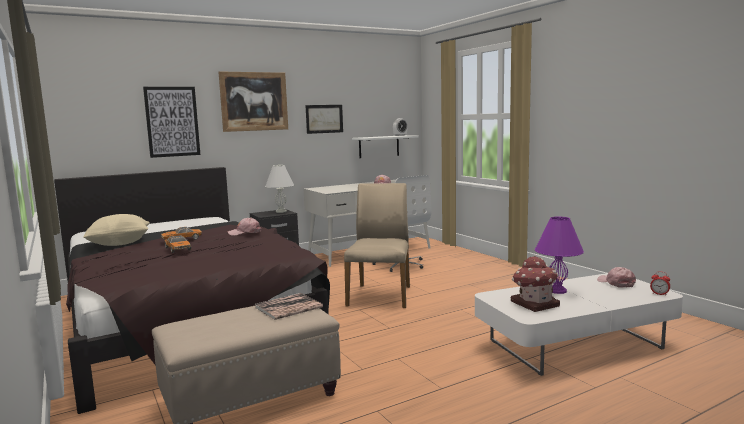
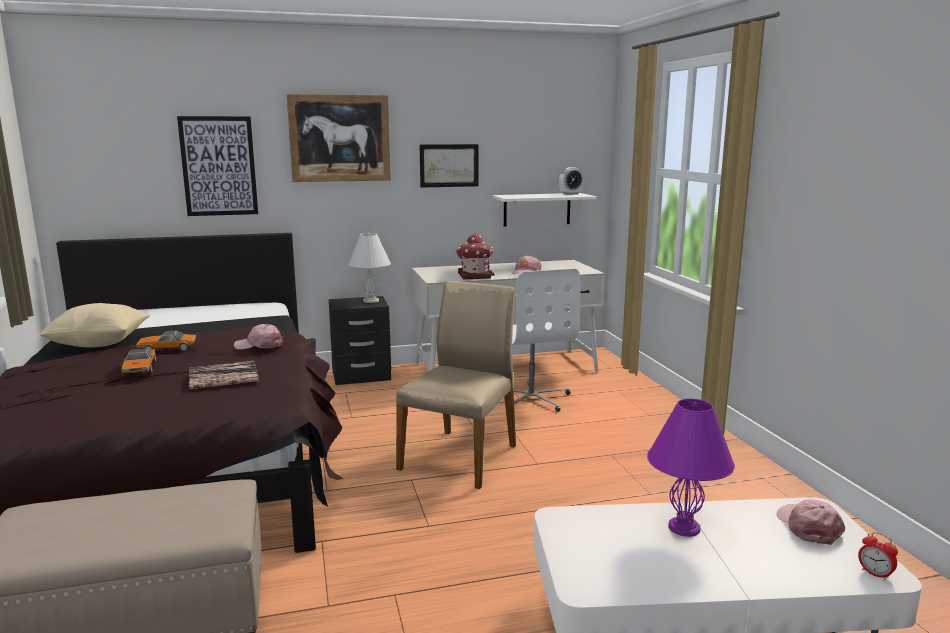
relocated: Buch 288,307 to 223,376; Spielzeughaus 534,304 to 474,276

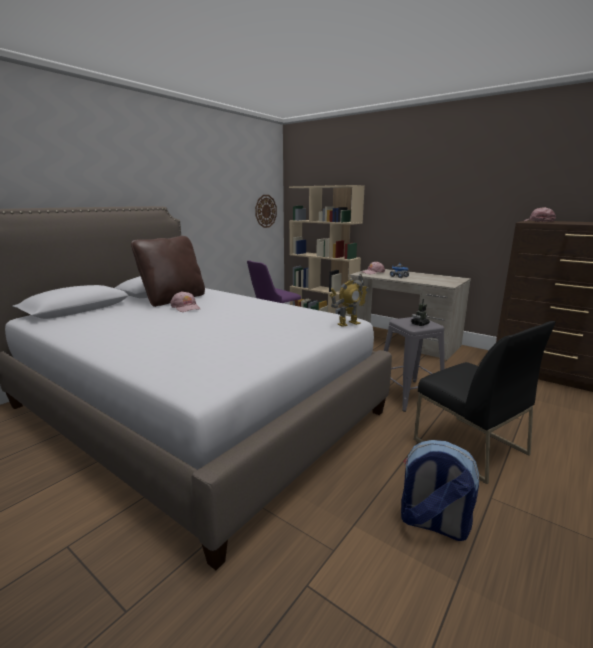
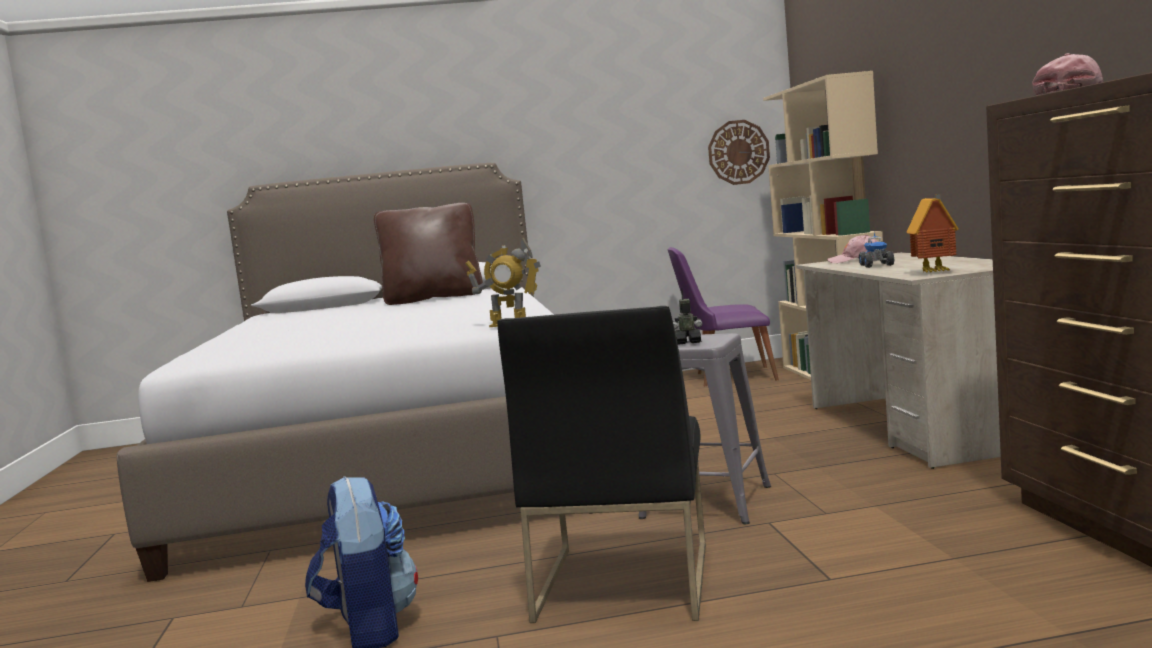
missing: Kappe (rosa) 186,307
appeared: Spielzeughaus 936,272

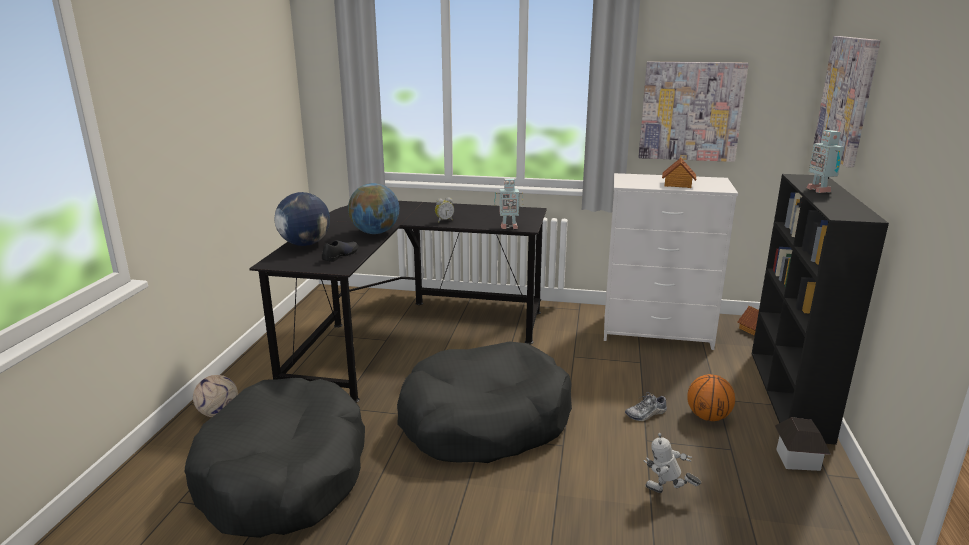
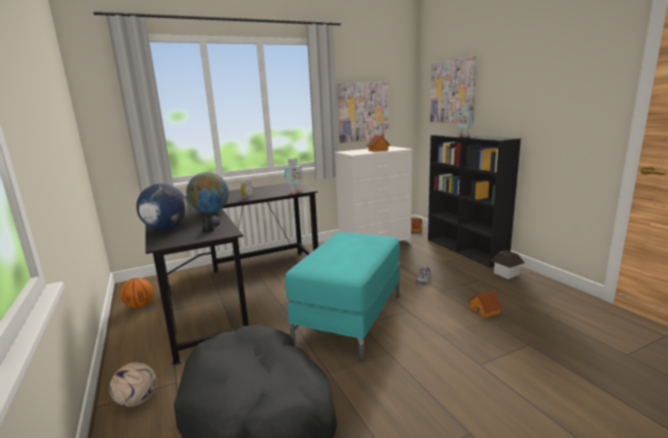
relocated: Basketball 708,417 to 139,306
exchanged: Hundebett (schwarz) 484,421 to Polsterhocker (türkis) 350,317; Spielzeugroboter 666,495 to Spielzeughaus 484,311

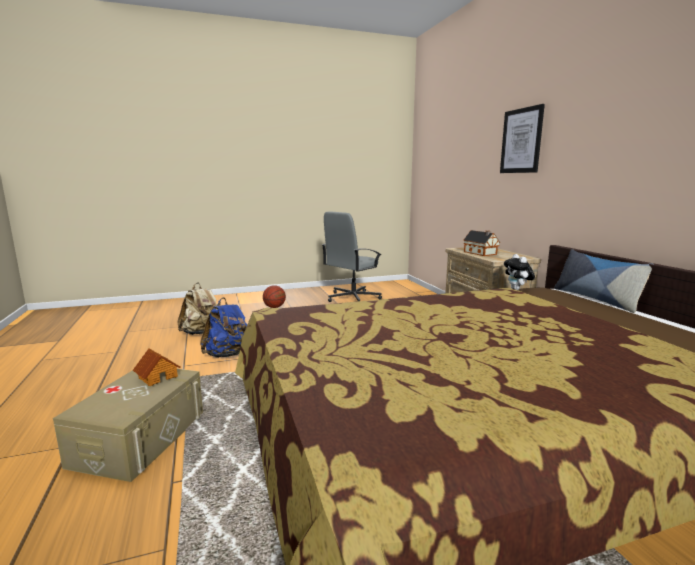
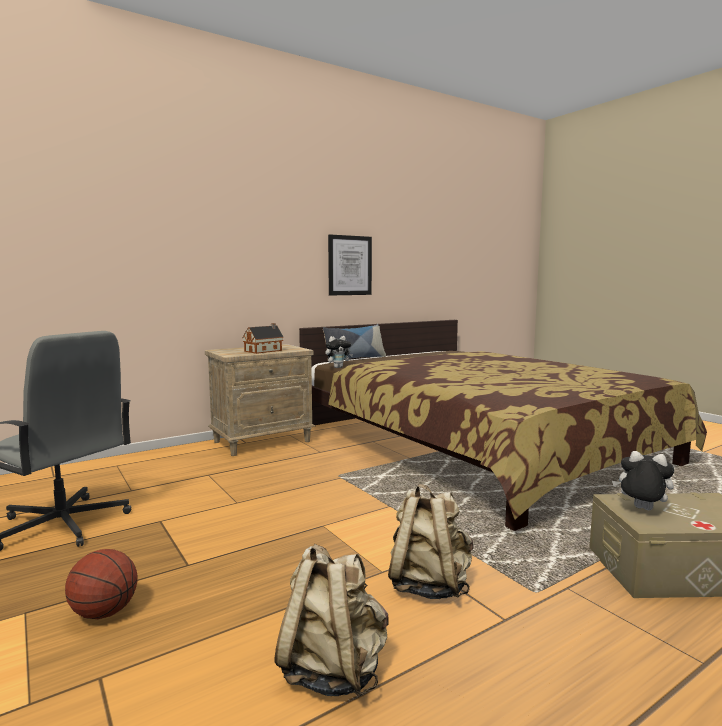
relocated: Bild 521,141 to 349,265
exchanged: Spielzeughaus 158,377 to Plüschtier 641,509
colour: Rucksack (blau) 228,355 to Rucksack (beige) 429,585

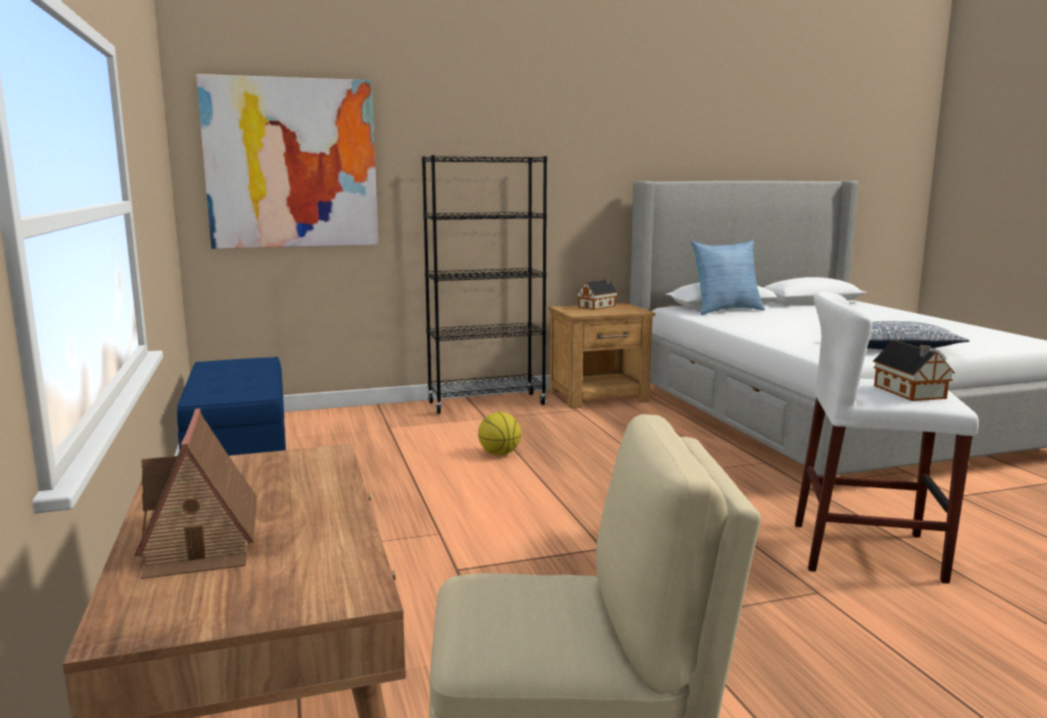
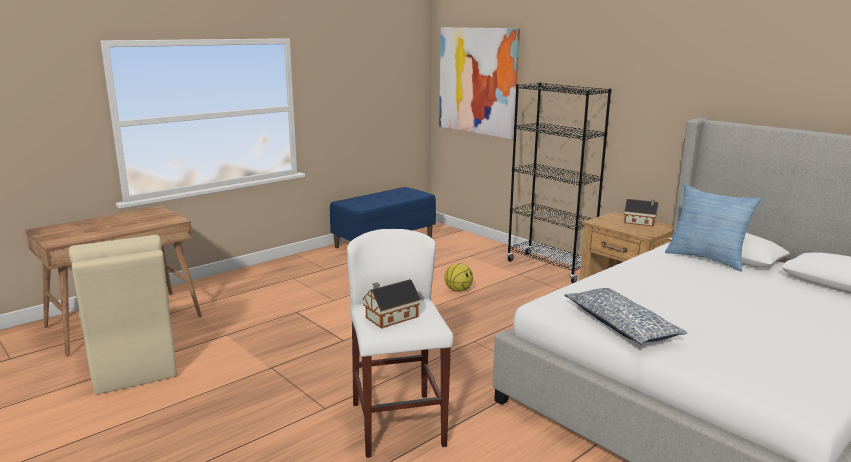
missing: Spielzeughaus 201,540

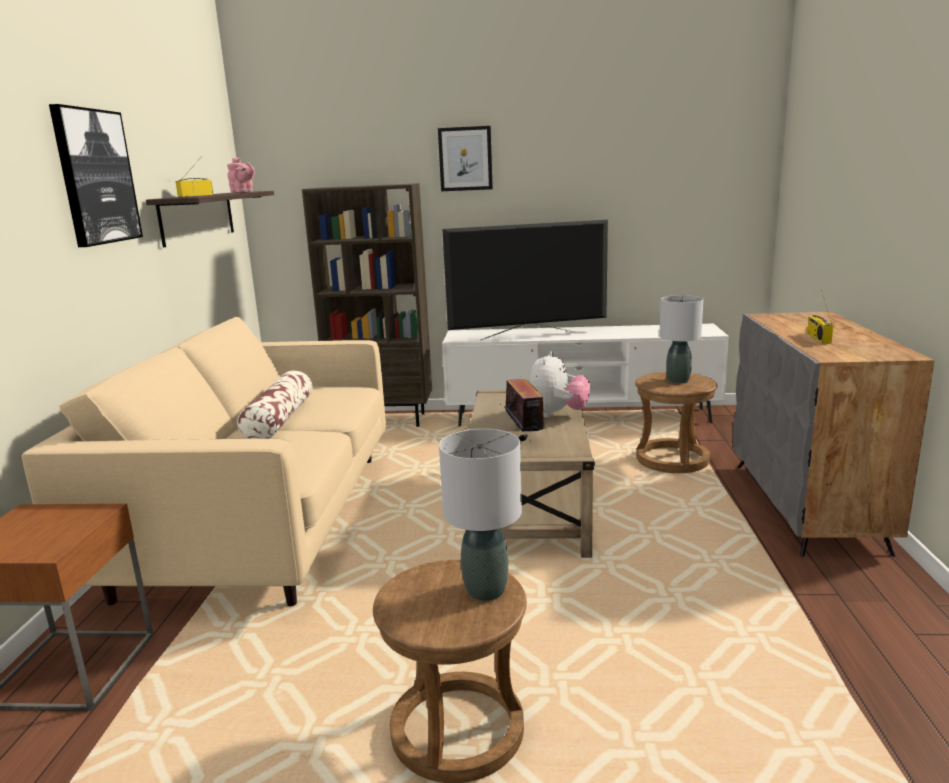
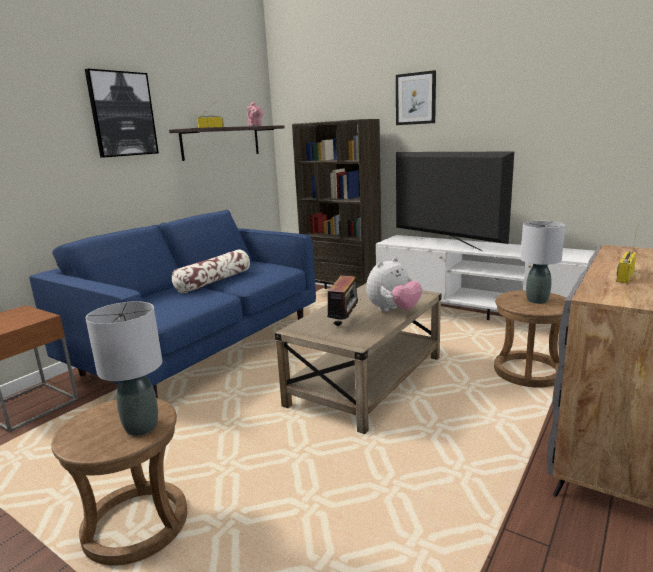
colour: Sofa (beige) 263,522 to Sofa (blau) 201,348
spun: Fernseher 528,336 = 445,245 150 degrees counterclockwise

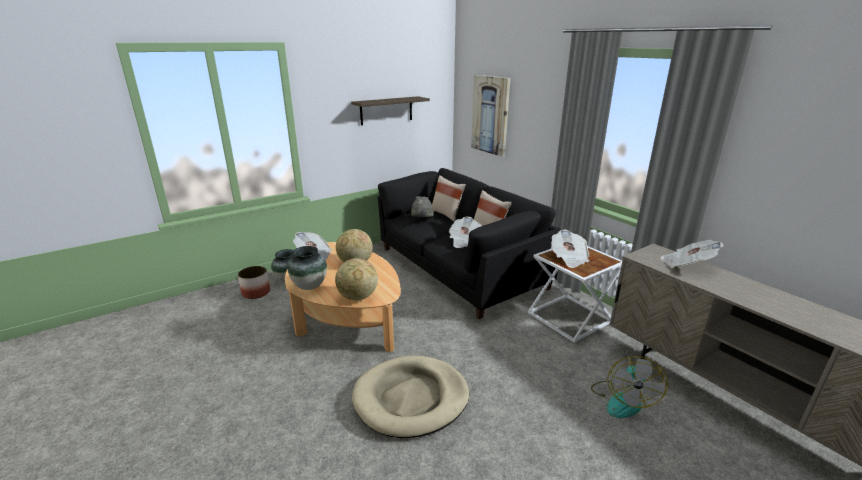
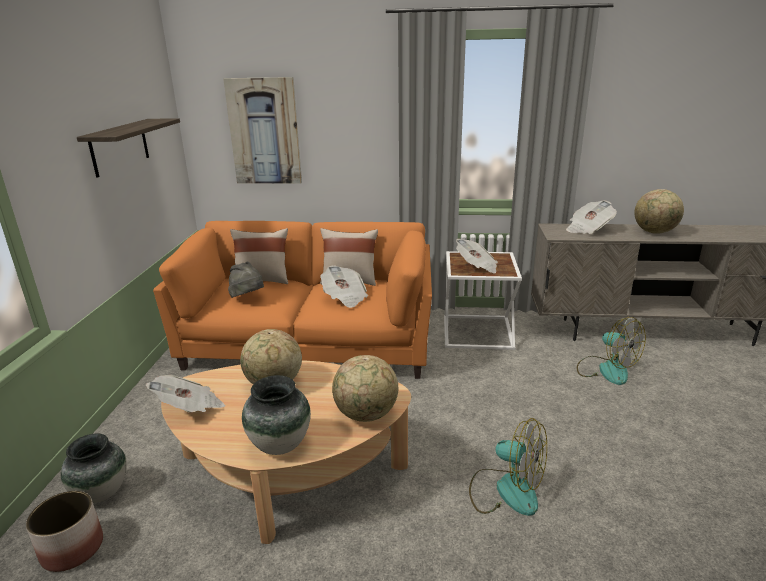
appeared: Globus 654,232
exchanged: Hundebett (beige) 411,398 to Ventilator 506,490
colour: Sofa (schwarz) 459,268 to Sofa (orange) 311,342

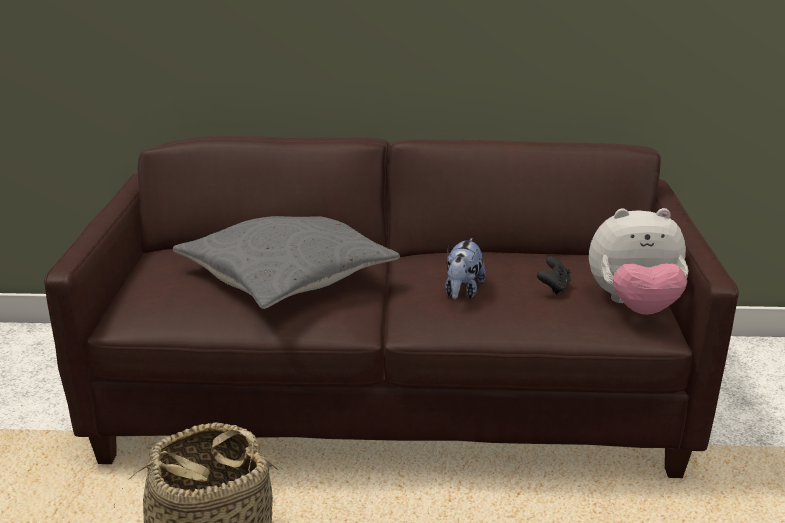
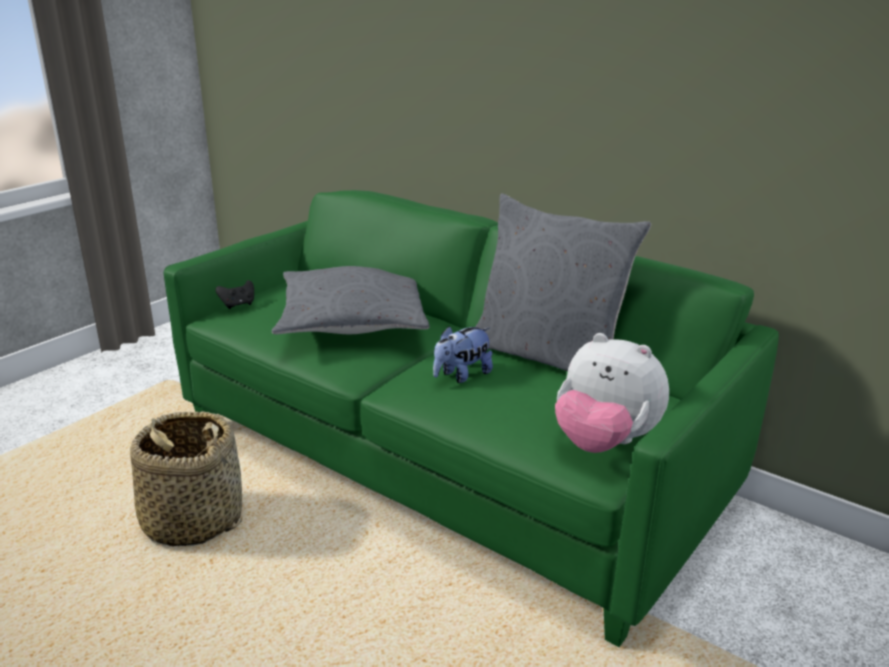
appeared: Kissen (grau) 548,356
relocated: Gamepad (schwarz) 553,287 to 238,305
colour: Sofa (braun) 393,398 to Sofa (grün) 445,464

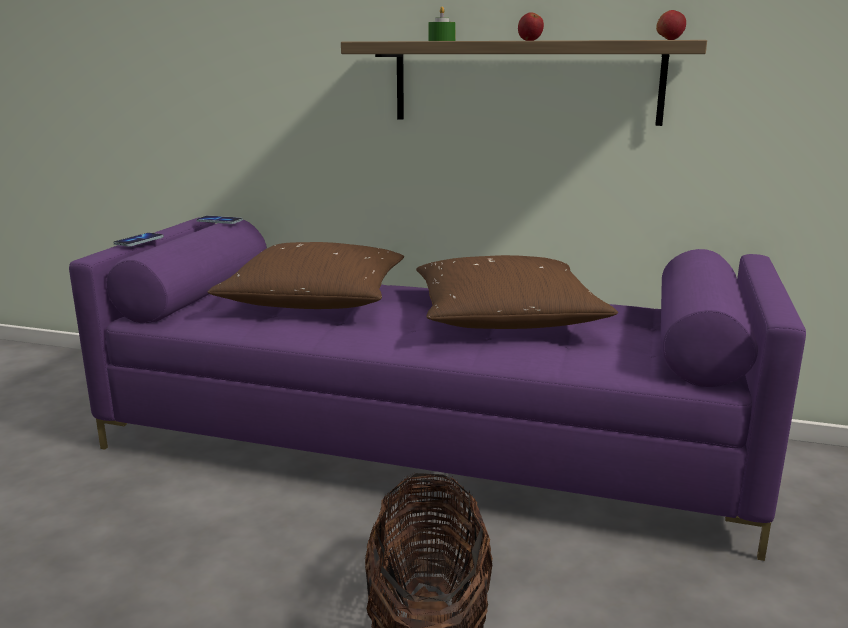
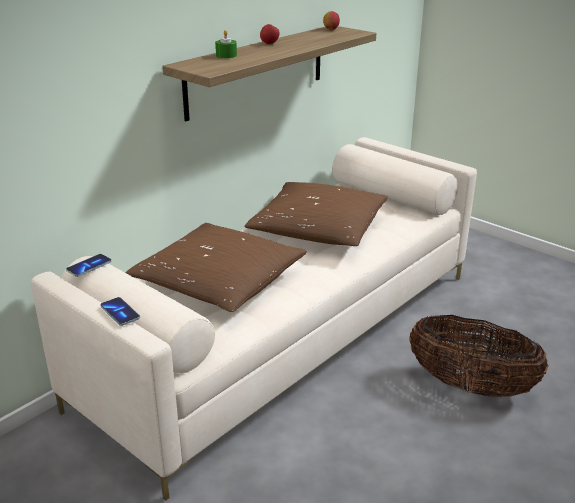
colour: Sofa (lila) 427,444 to Sofa (beige) 287,335

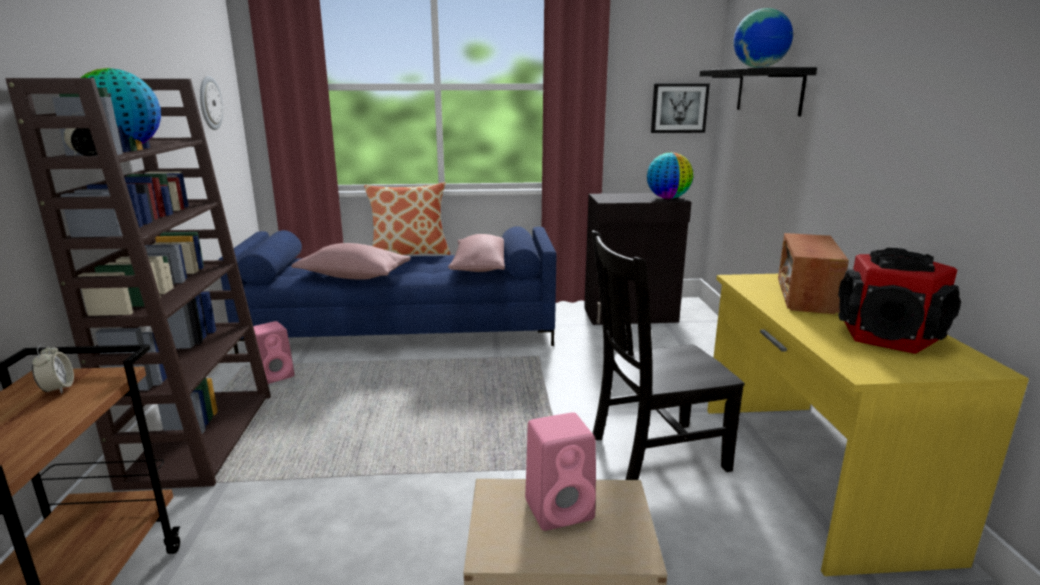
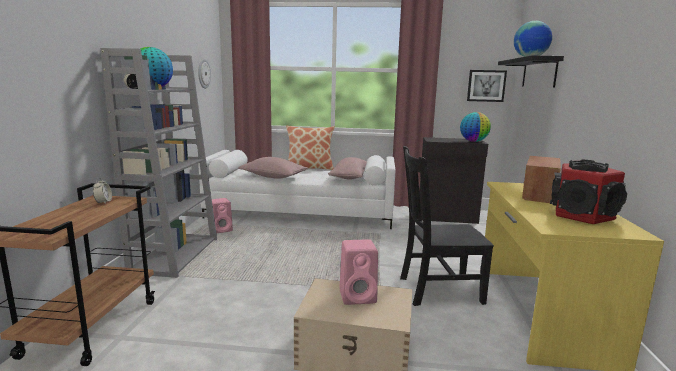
colour: Bücherregal (braun) 201,436 to Bücherregal (grau) 175,254; Sofa (blau) 404,330 to Sofa (weiß) 301,213

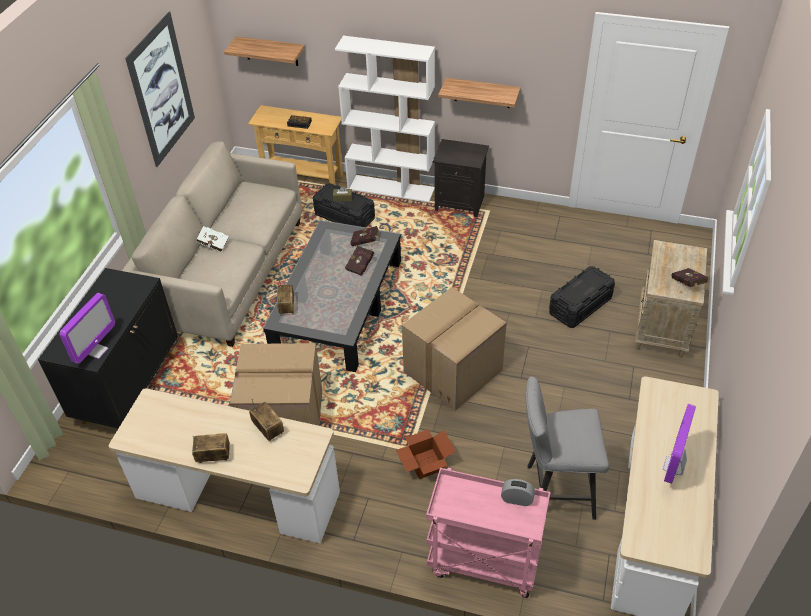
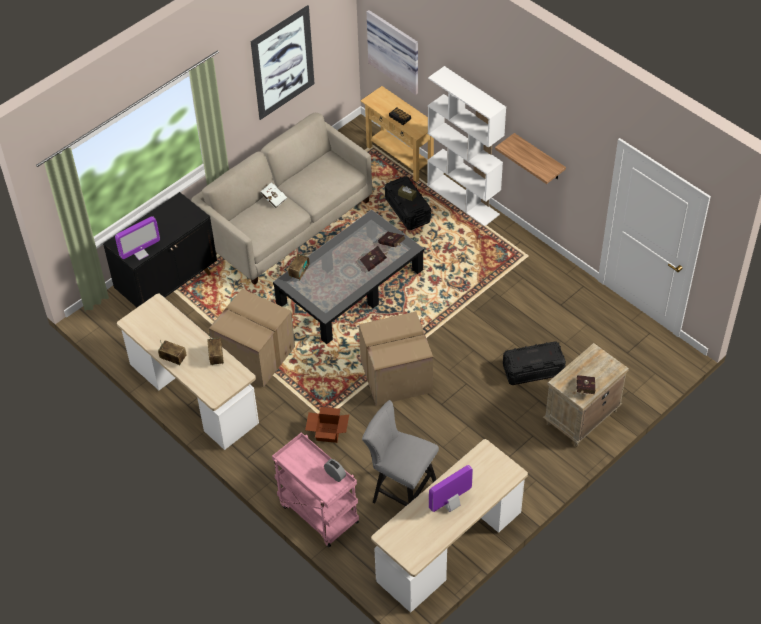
missing: Nachttisch (schwarz) 460,203
exchanged: Wandregal 271,51 to Bild 395,50

